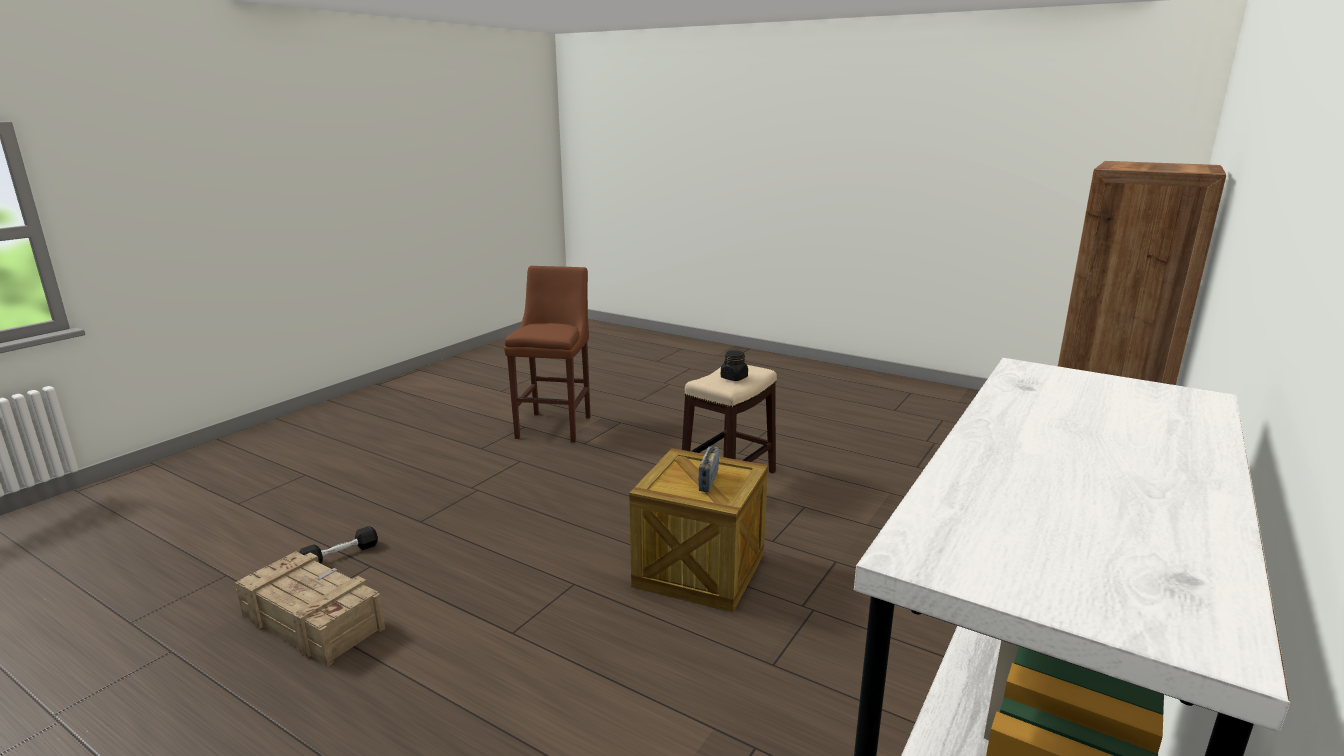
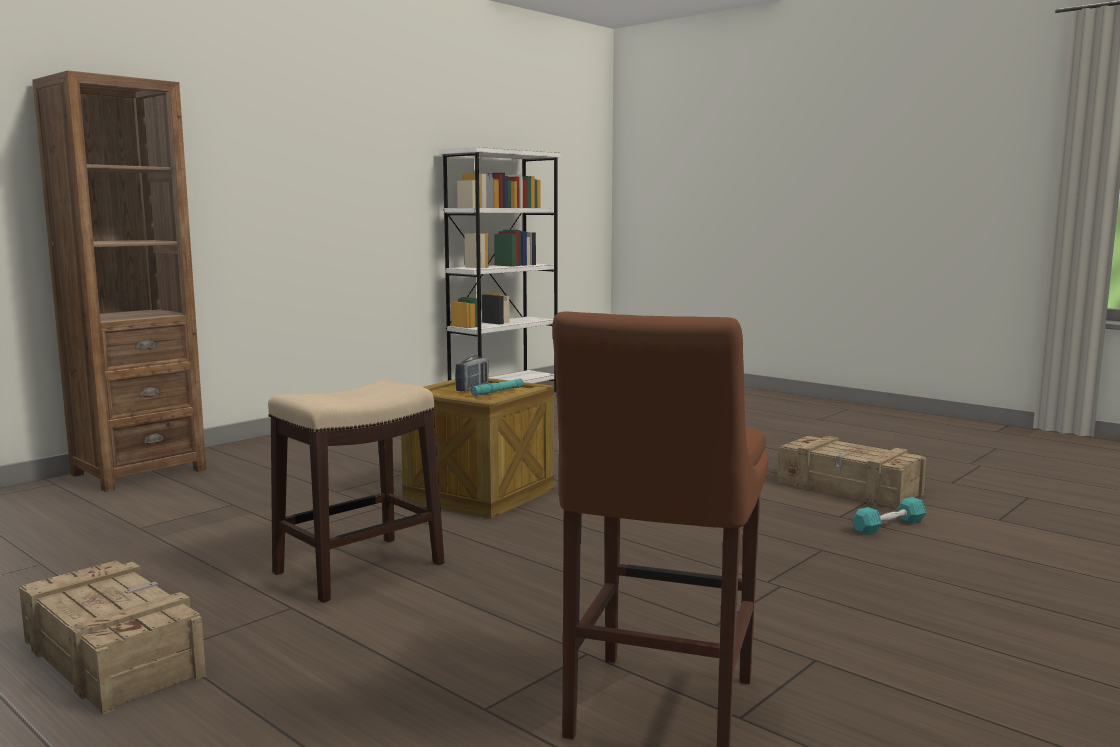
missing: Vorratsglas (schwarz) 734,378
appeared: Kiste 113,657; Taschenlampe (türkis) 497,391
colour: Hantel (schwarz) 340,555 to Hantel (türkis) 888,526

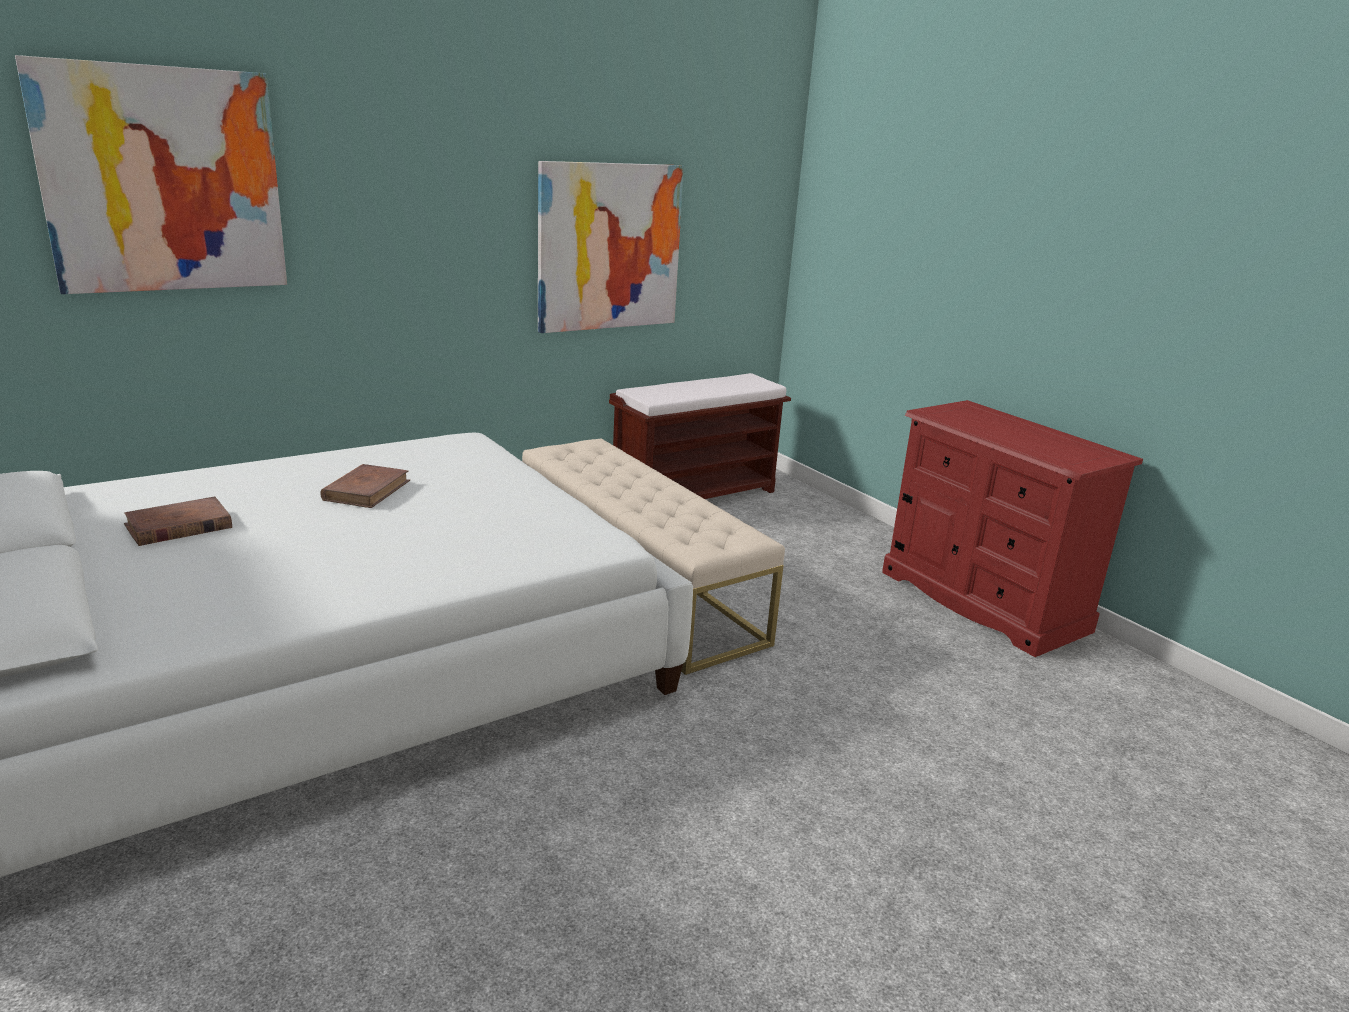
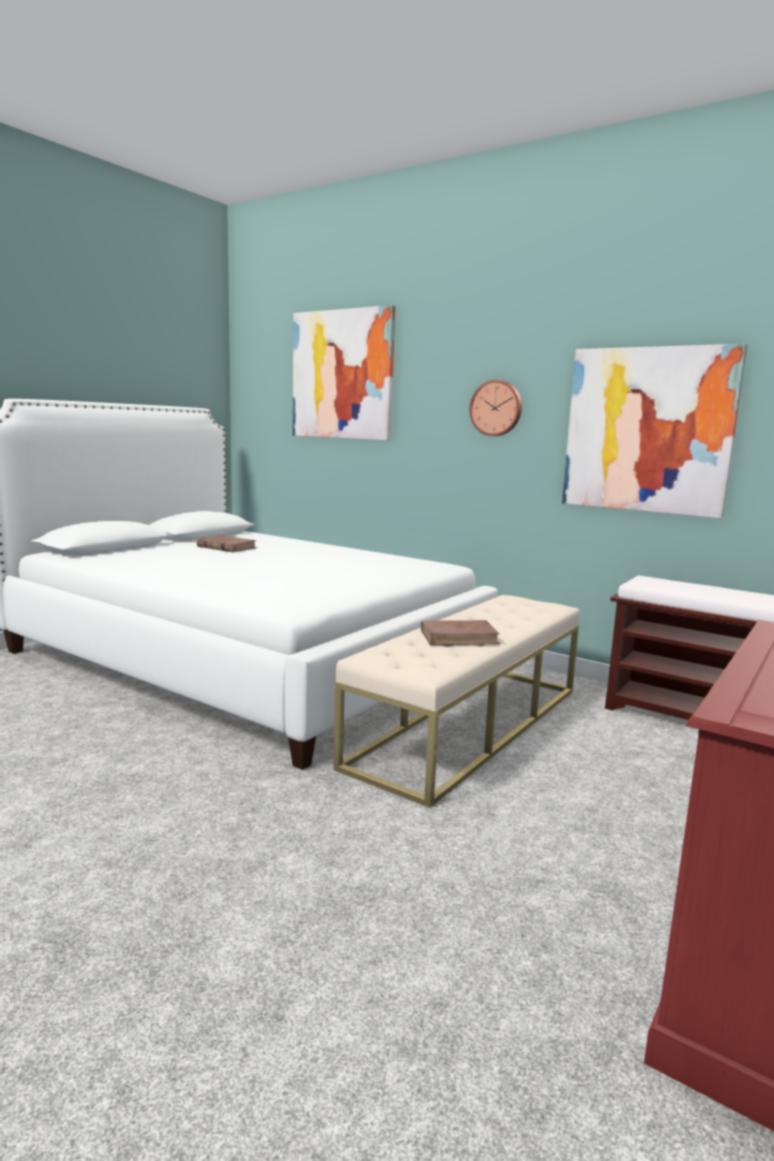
appeared: Wanduhr 496,408
relocated: Buch (braun) 367,490 to 459,637

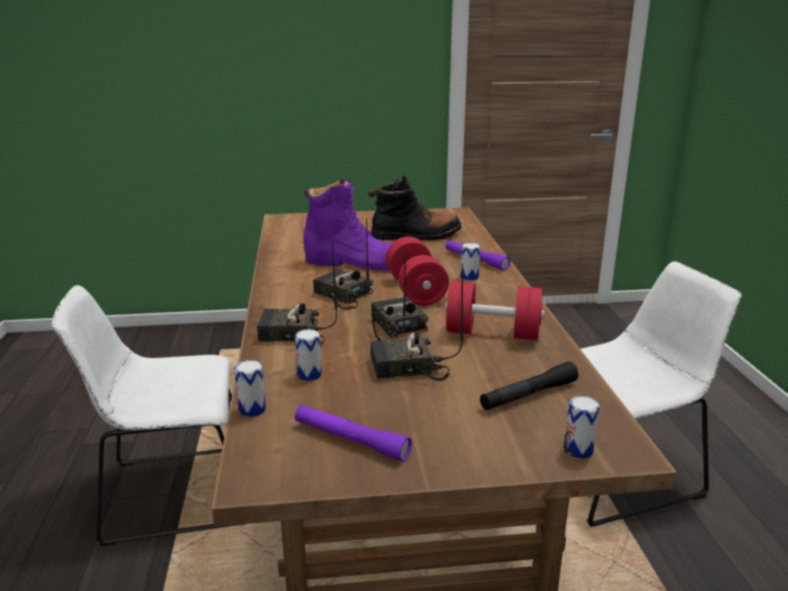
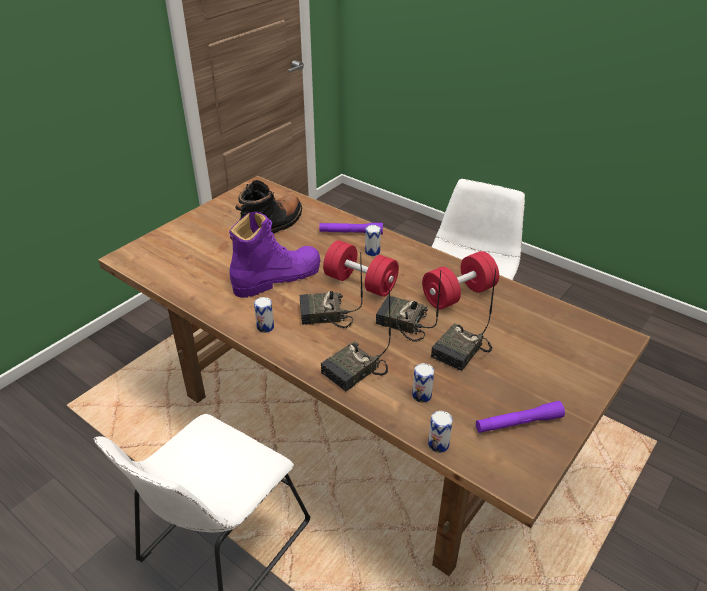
missing: Taschenlampe (schwarz) 528,395
relocated: Dose 578,450 to 265,327

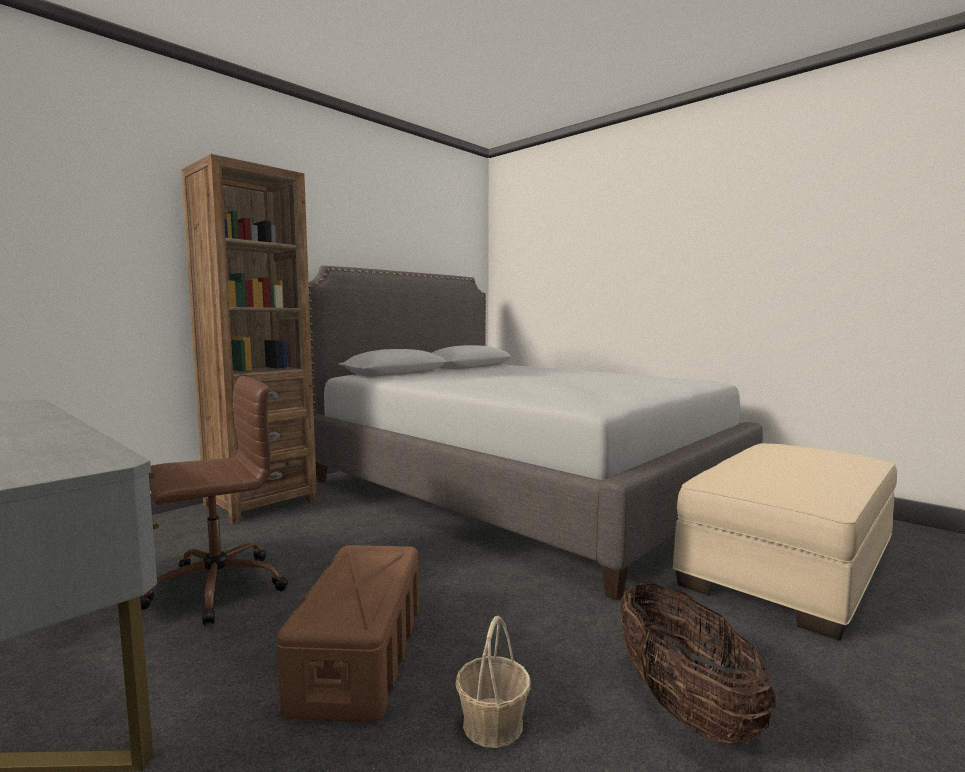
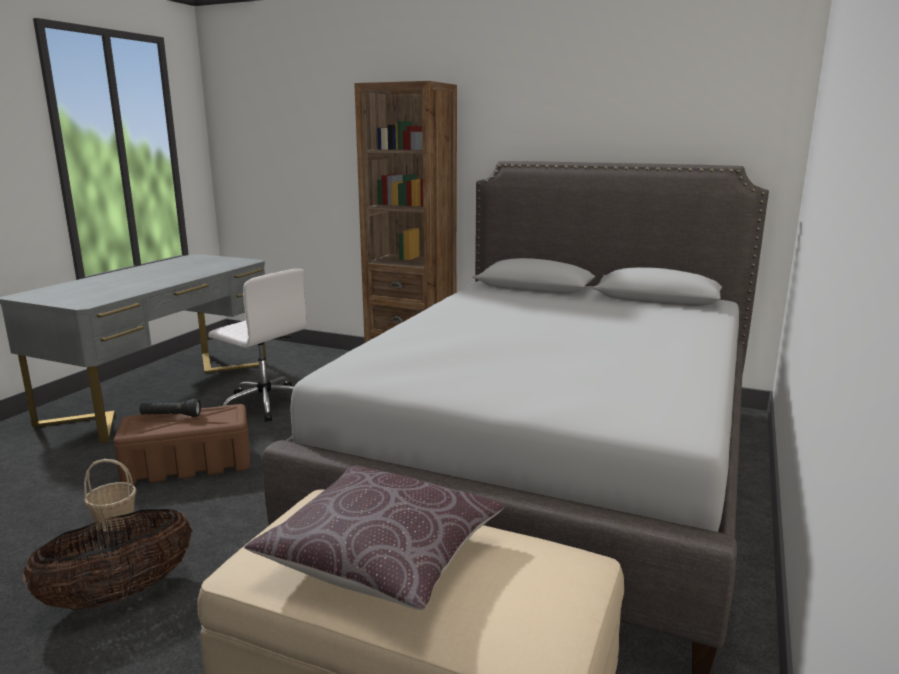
appeared: Taschenlampe (schwarz) 171,416; Kissen (braun) 381,555
colour: Bürostuhl (braun) 214,588 to Bürostuhl (weiß) 264,404

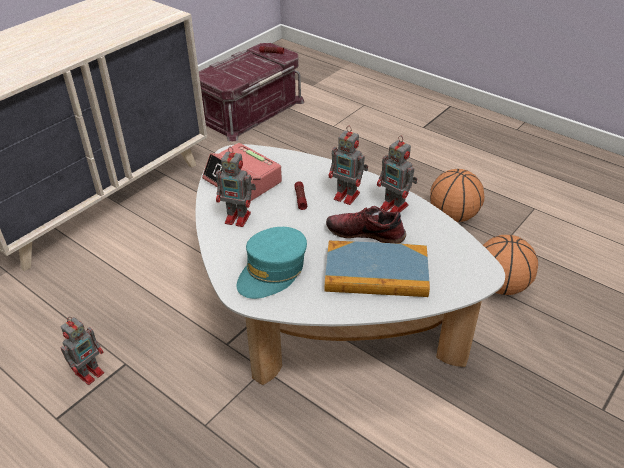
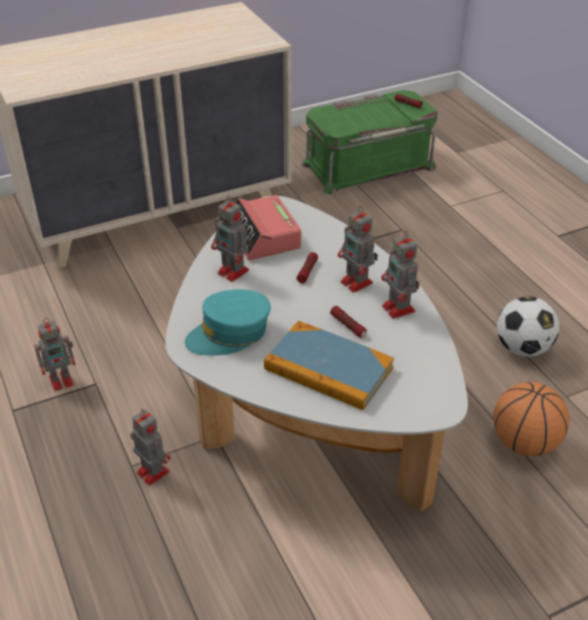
appeared: Spielzeugroboter 152,471
exchanged: Schuh 366,232 to Taschenlampe 348,326; Basketball 453,216 to Fußball 522,348
colour: Aufbewahrungsbox (rot) 250,110 to Aufbewahrungsbox (grün) 368,164

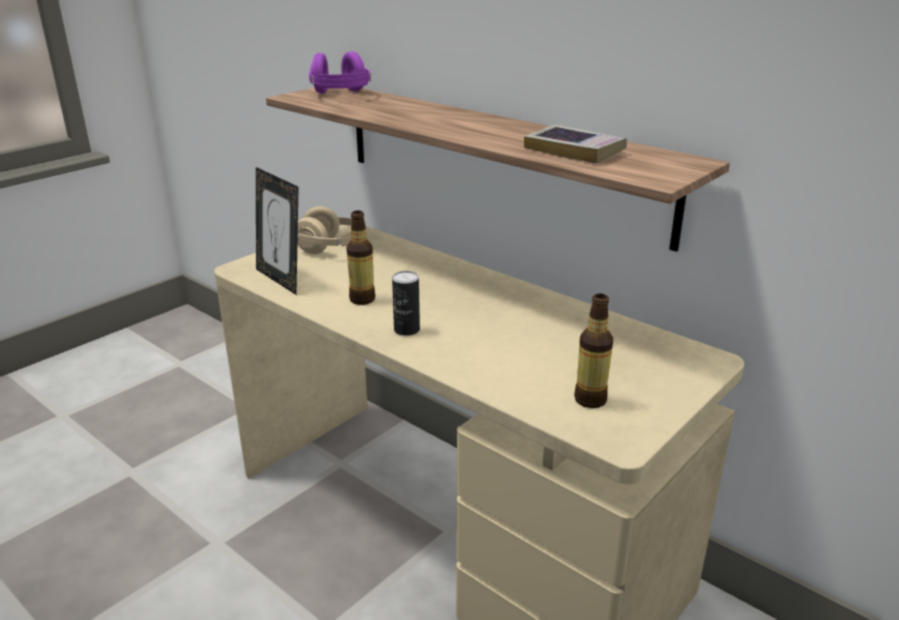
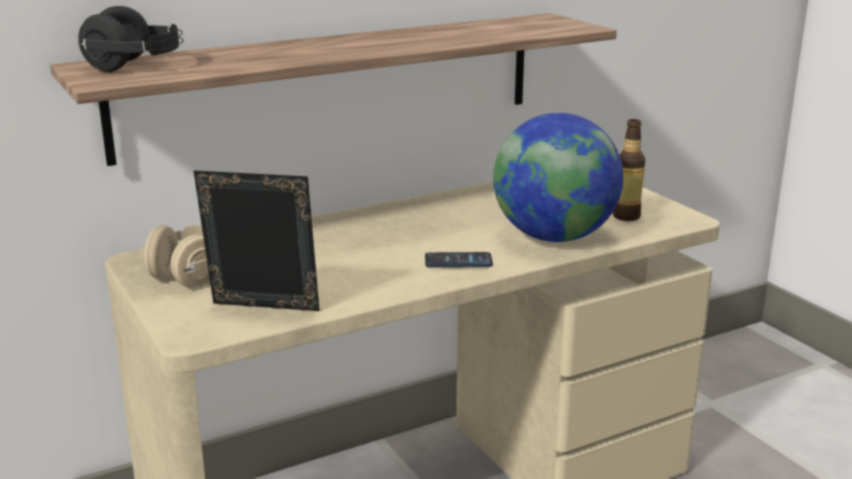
missing: Flasche 362,299; Buch 574,150
appeared: Globus 554,237
exchanged: Dose 407,330 to Handy 458,261
colour: Kopfhörer (lila) 340,95 to Kopfhörer (schwarz) 136,66
spun: Bilderrahmen 281,279 = 263,311 150 degrees counterclockwise

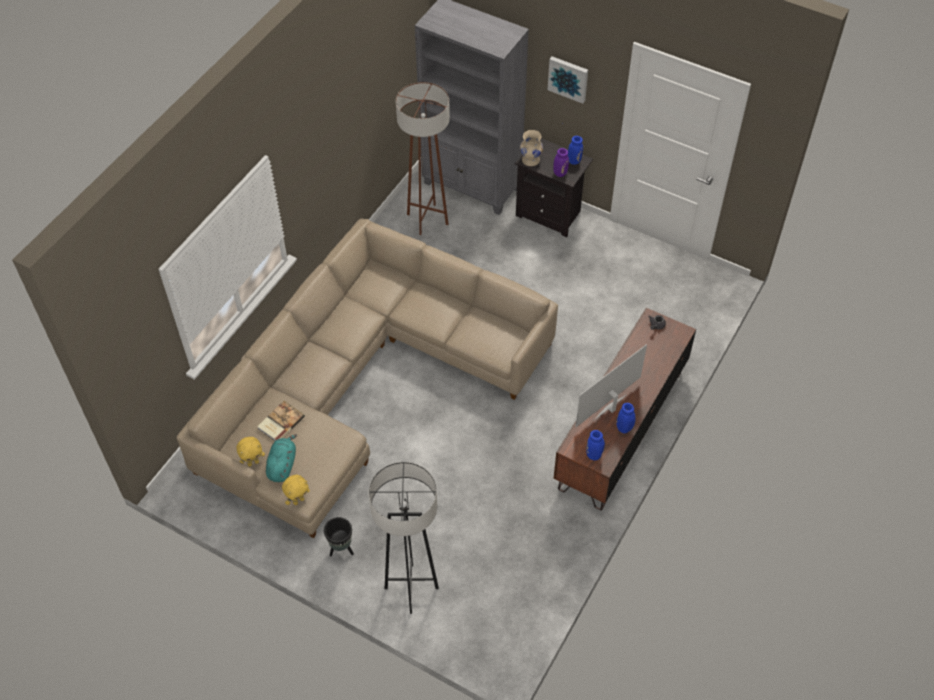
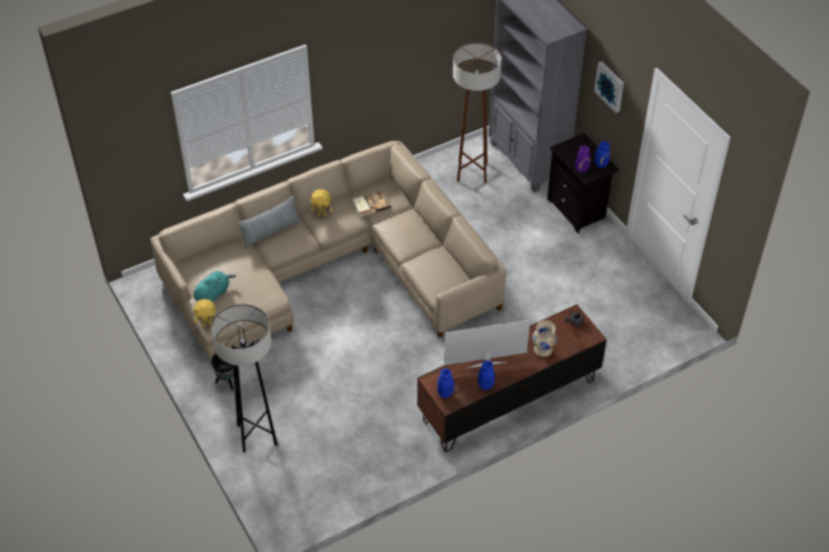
appeared: Kissen 271,232
relocated: Plüschtier (gelb) 253,462 to 322,214; Buch 280,422 to 371,204; Vase (beige) 530,160 to 543,349

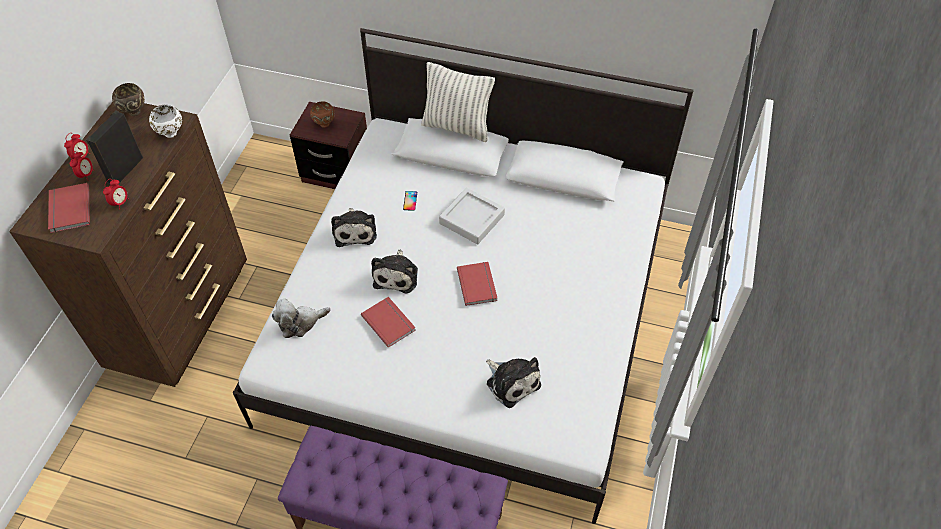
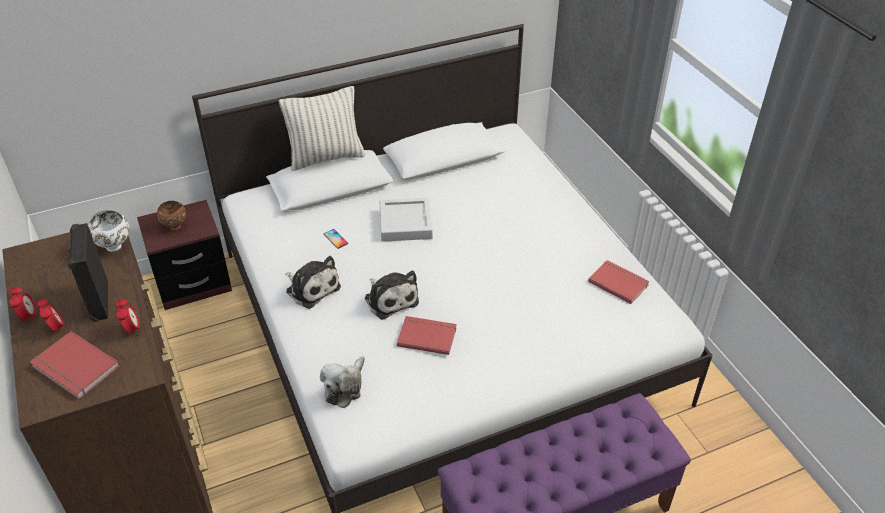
missing: Schüssel (braun) 134,112; Plüschtier 511,382
relocated: Buch (rot) 478,284 to 618,282

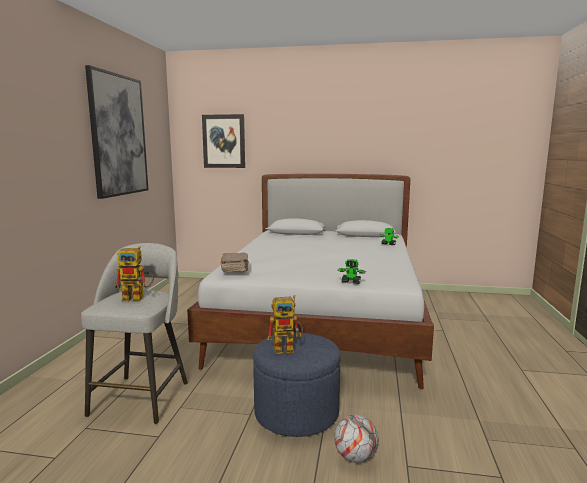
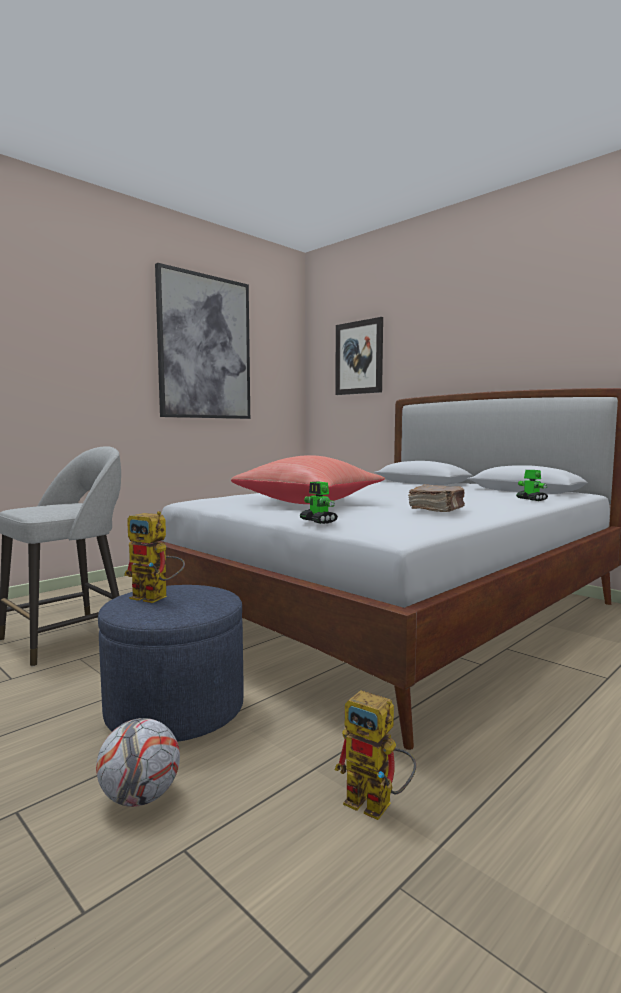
appeared: Kissen (rot) 309,503
relocated: Spielzeugroboter 138,298 to 378,805; Buch (braun) 235,269 to 437,509

